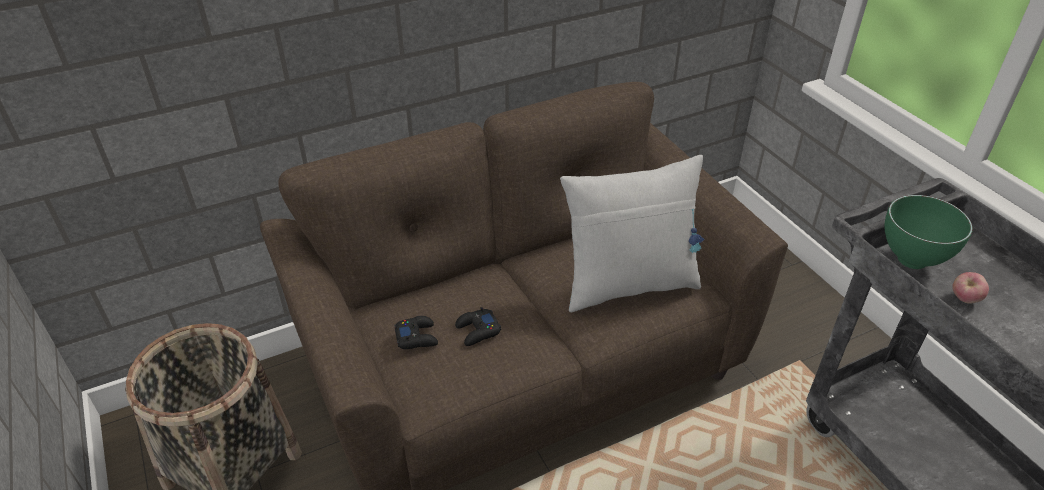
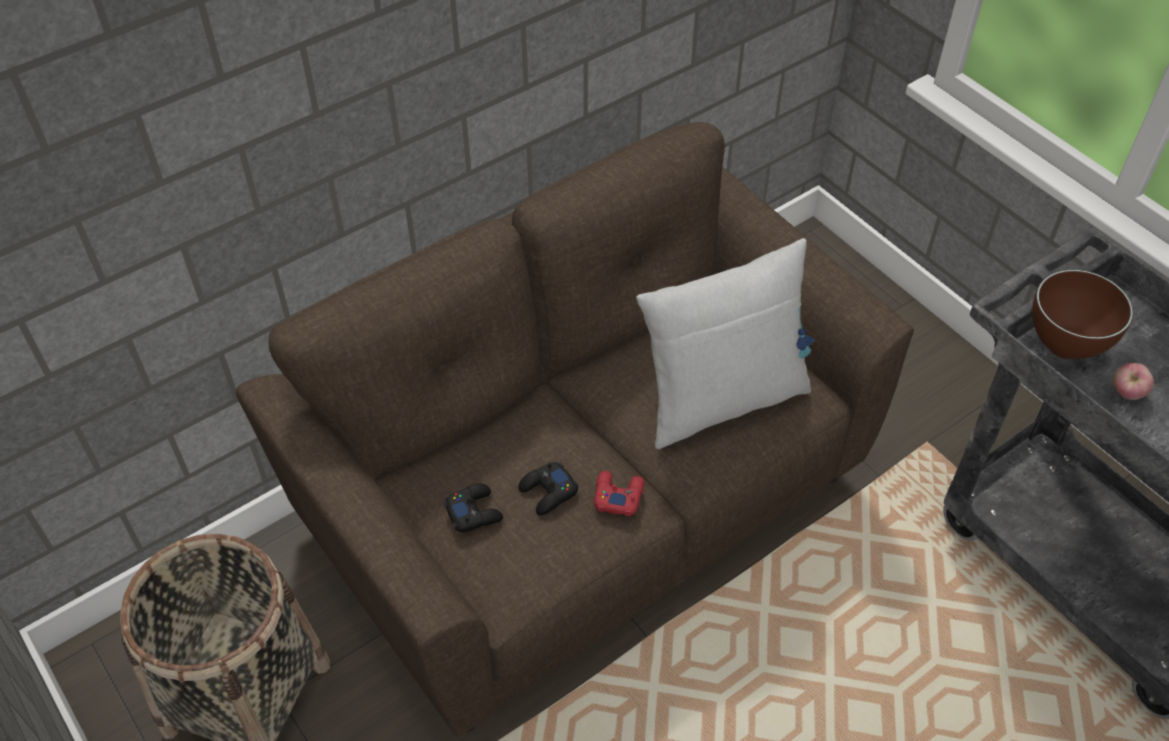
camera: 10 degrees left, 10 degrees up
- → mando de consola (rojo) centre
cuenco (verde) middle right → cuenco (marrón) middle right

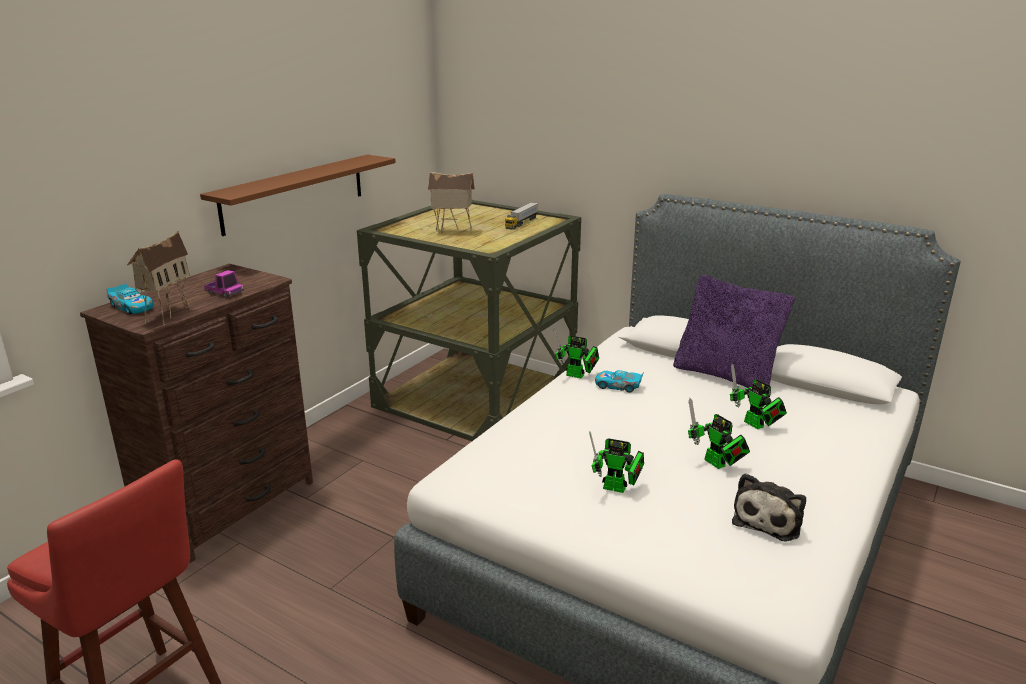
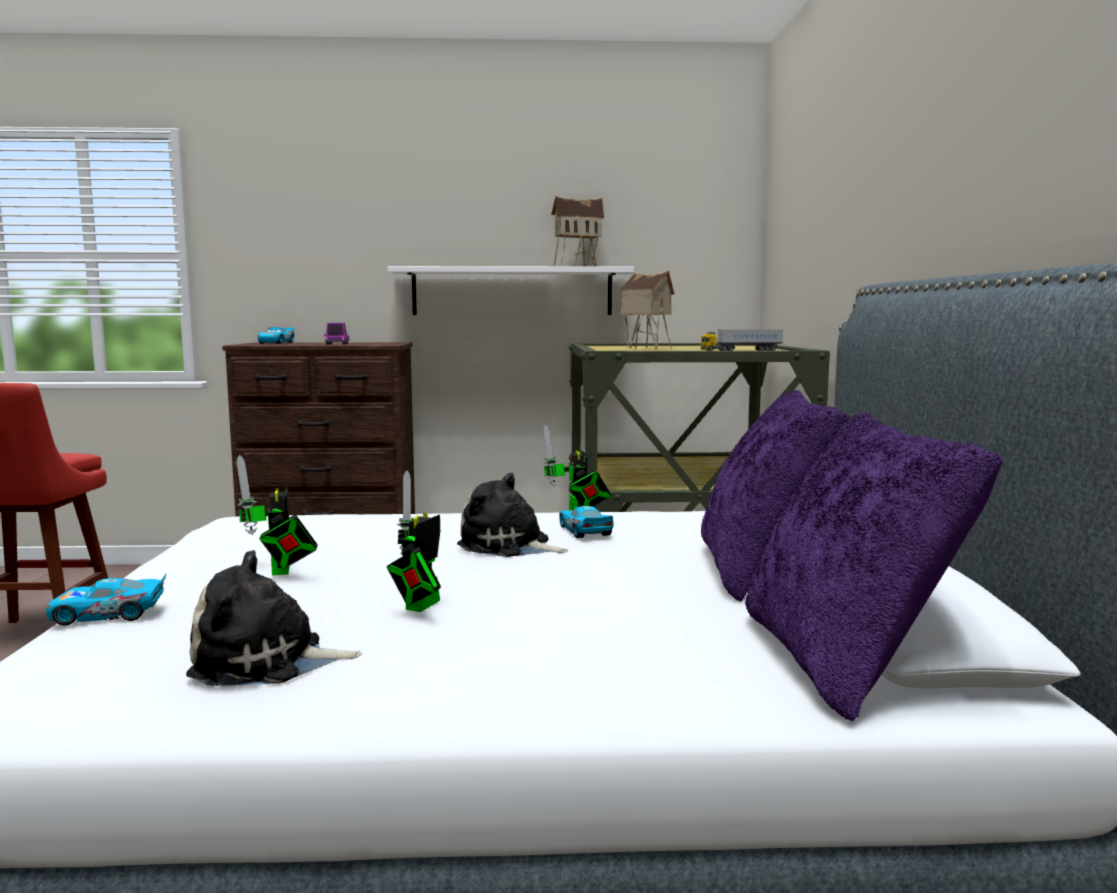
camera: 55 degrees right, 15 degrees down
- → coche de juguete (1st from left) bottom left
estante (marrón) top left → estante (blanco) top centre
- → peluche (2nd from left) centre
casita (1st from left) middle left → casita (1st from left) top centre, moved
- → cojín (morado) (2nd from left) middle right
robot de juguete (4th from left) middle right → -

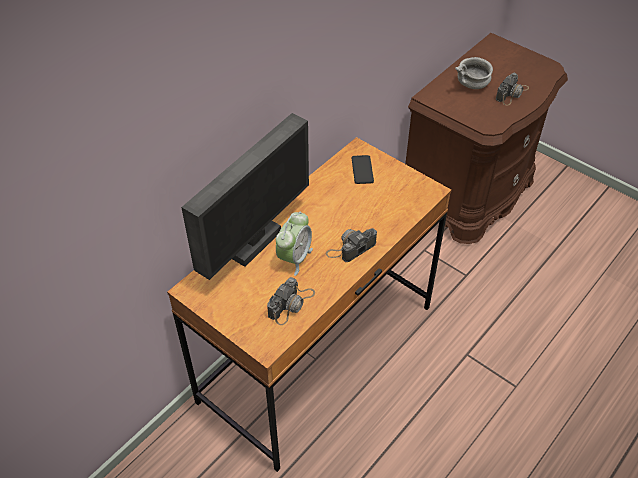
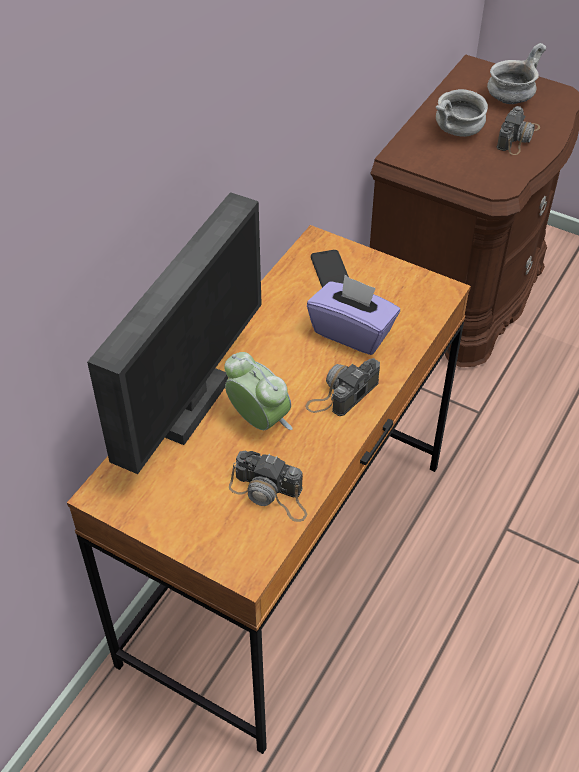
camera: 10 degrees left, 0 degrees up
despertador centre, 60 degrees counterclockwise
cámara (1st from left) centre, 90 degrees clockwise
- → caja de pañuelos (morado) centre
- → cuenco (gris) (2nd from left) top right

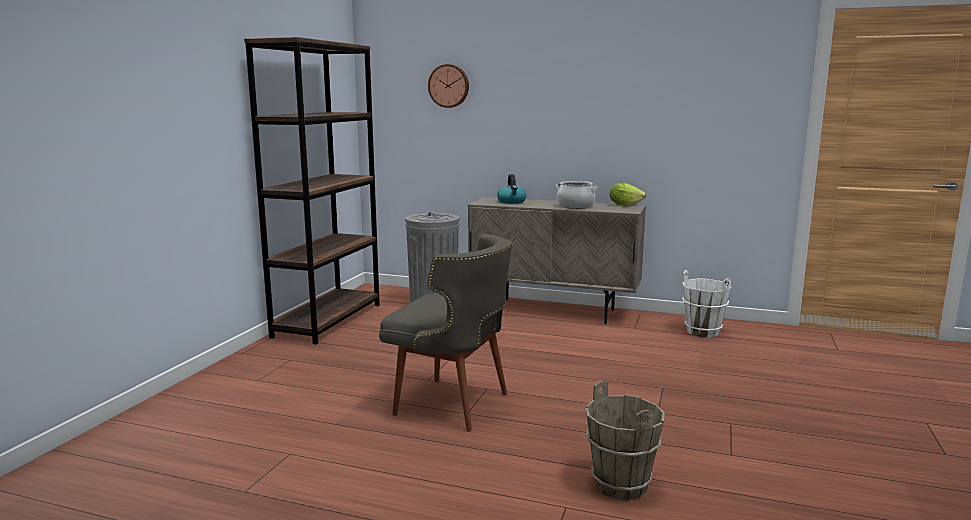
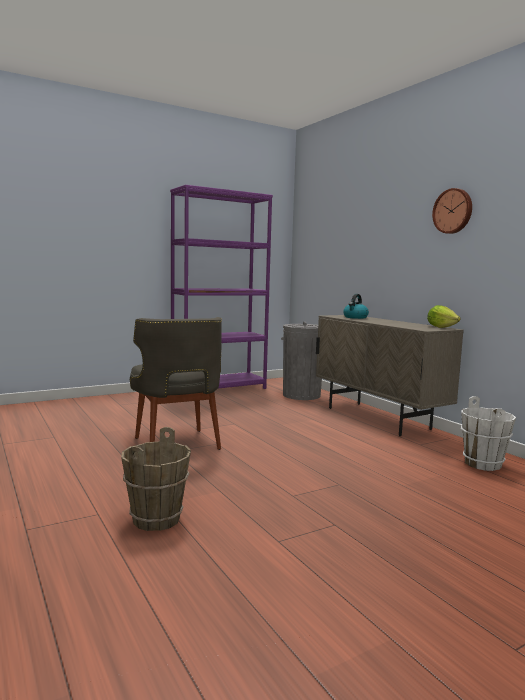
camera: 40 degrees right, 5 degrees down
estantería (marrón) middle left → estantería (morado) centre
reloj de pared top centre → reloj de pared top right, moved
olla centre → -

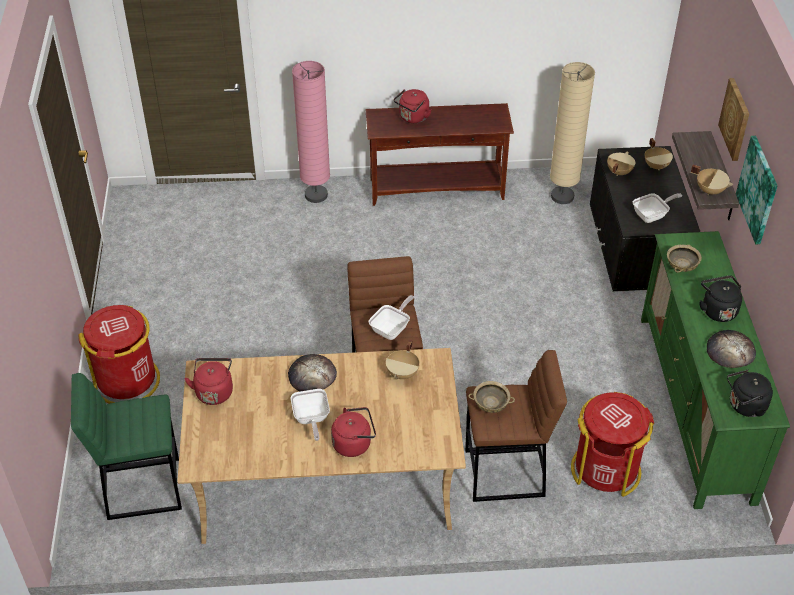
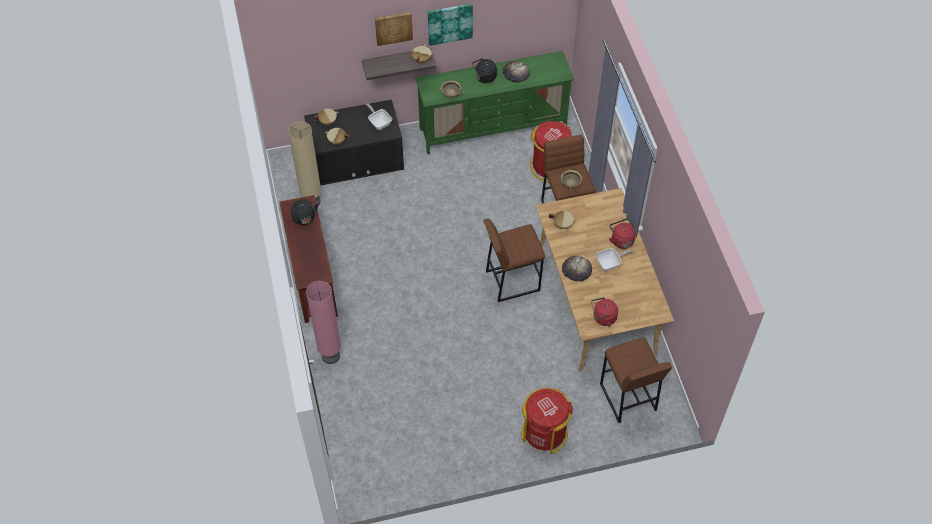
camera: 100 degrees left, 10 degrees up
hervidor (negro) (2nd from left in the first image) middle right → hervidor (negro) (1st from left) middle left, moved
taburete (verde) bottom left → taburete (marrón) (3rd from left) bottom right
sartén (2nd from left) centre → -
hervidor (rojo) (3rd from left) top centre → -

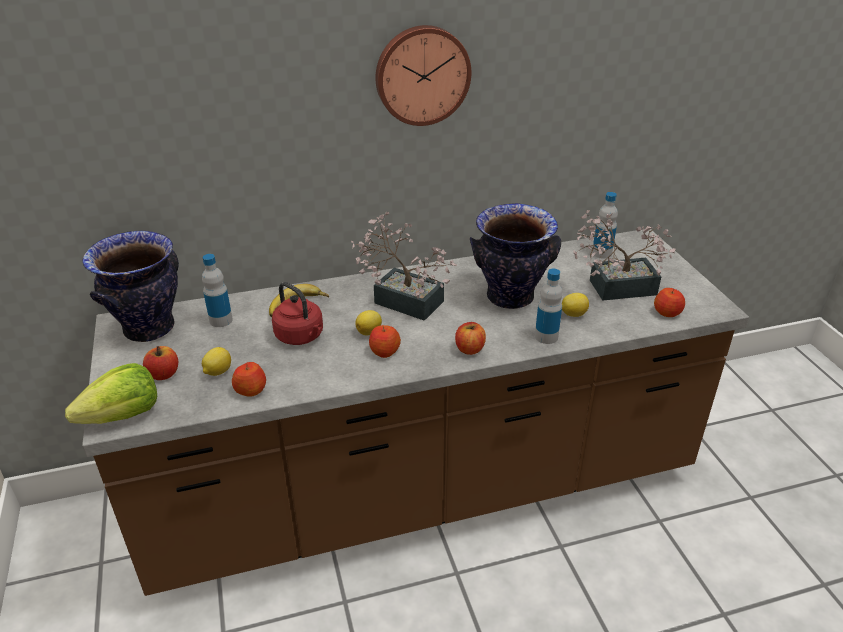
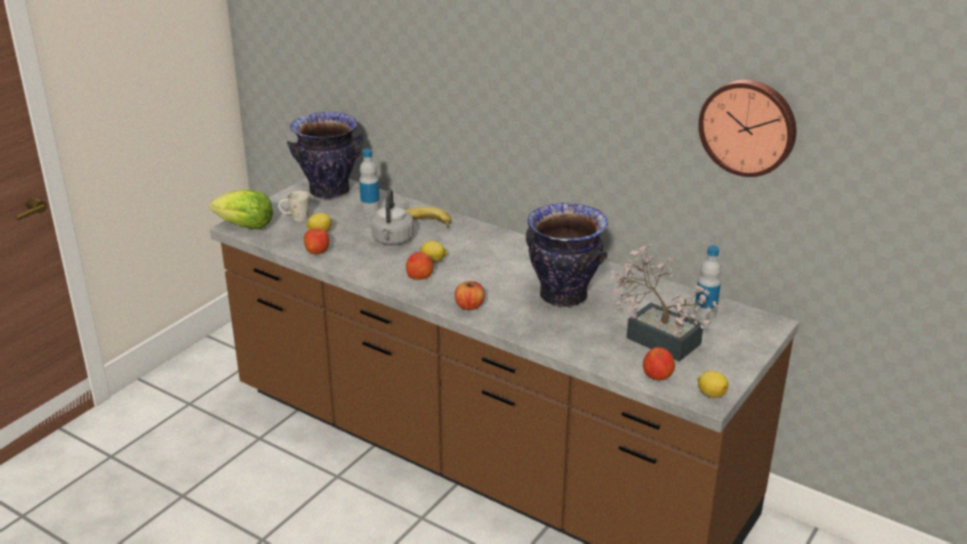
camera: 50 degrees right, 5 degrees down
manzana (1st from left) middle left → taza grande (blanco) middle left
hervidor (rojo) centre → hervidor (gris) centre
limón (3rd from left) middle right → limón (3rd from left) bottom right, moved
reloj de pared top centre → reloj de pared top right, moved
planta en maceta (1st from left) centre → -
botella (2nd from left) centre → -

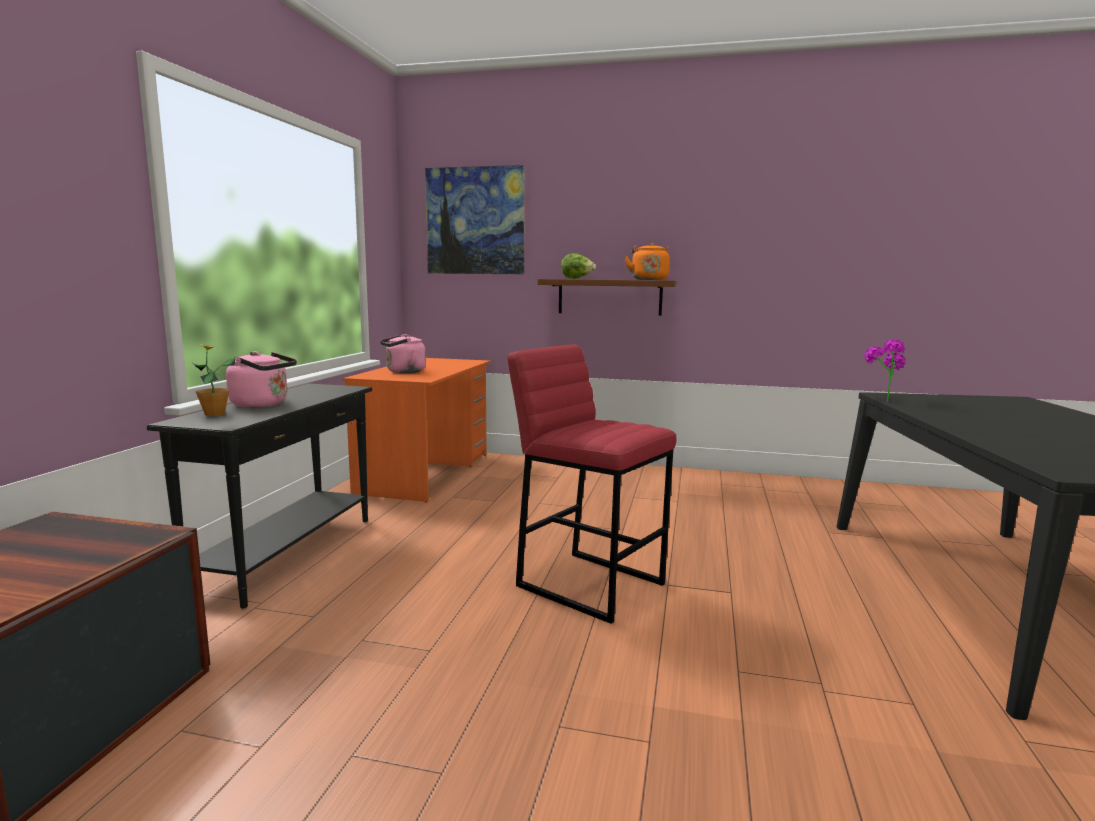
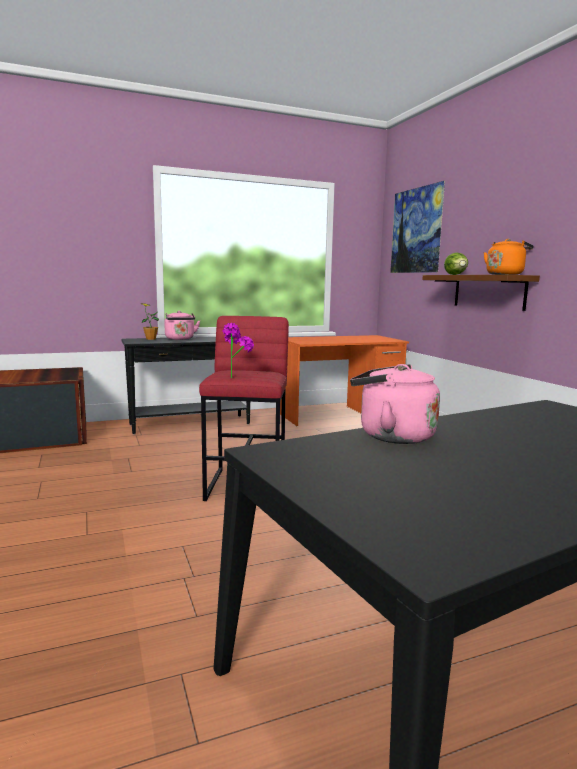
camera: 55 degrees right, 0 degrees up
planta en maceta (2nd from left) middle right → planta en maceta (2nd from left) centre, moved
hervidor (rosa) (2nd from left) centre → hervidor (rosa) (2nd from left) middle right, moved

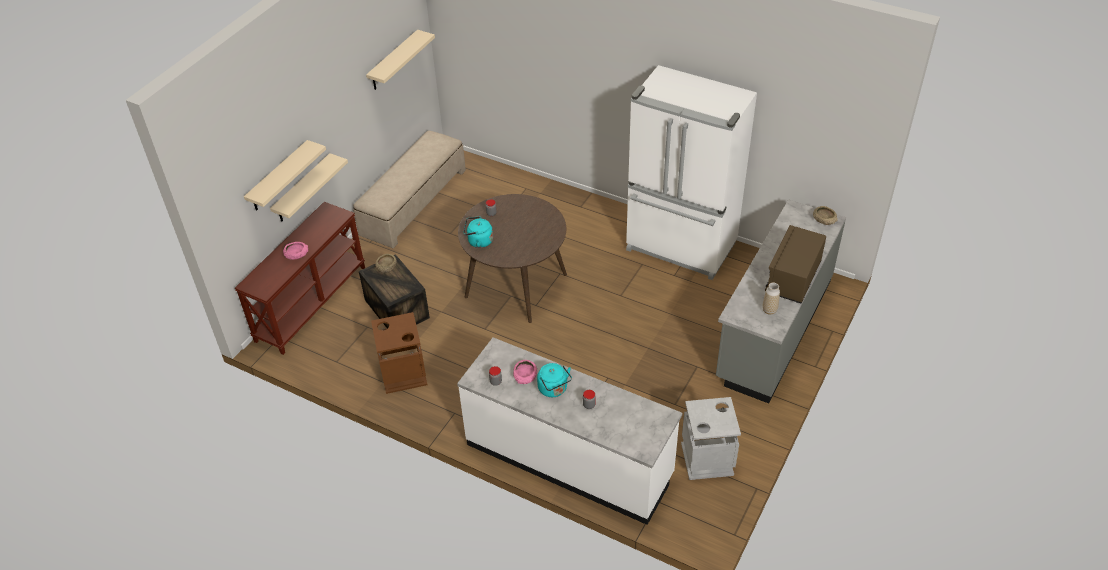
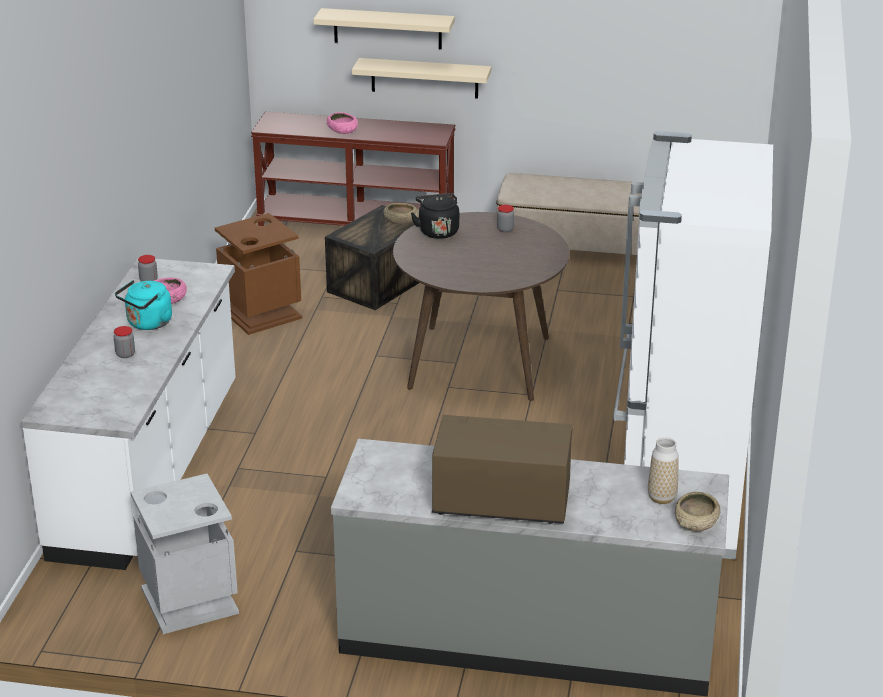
camera: 70 degrees right, 15 degrees down
hervidor (turquesa) (1st from left) centre → hervidor (negro) top centre
florero middle right → florero bottom right, moved
estante (beis) (3rd from left) top centre → -

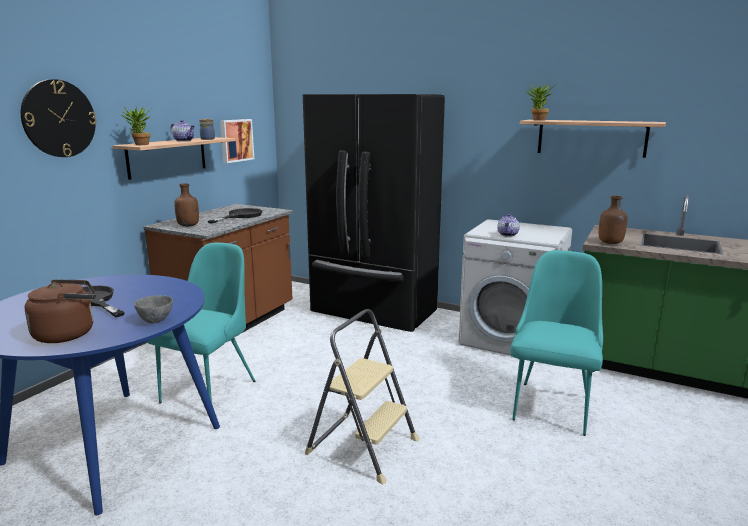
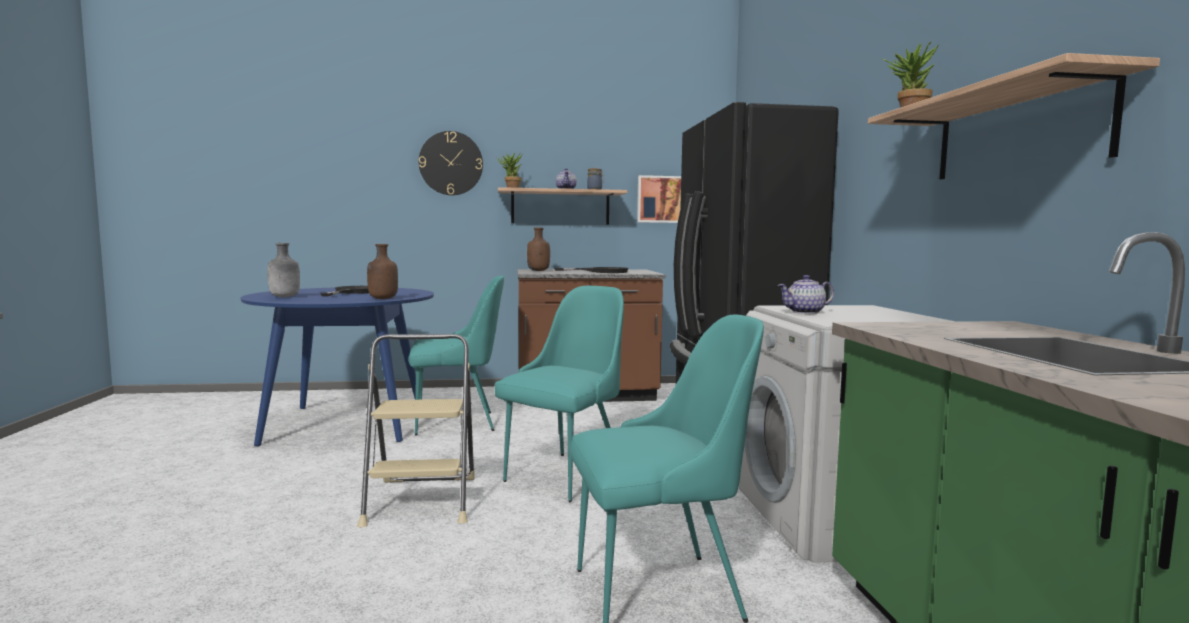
camera: 55 degrees right, 10 degrees down
hervidor (marrón) middle left → botella (gris) middle left
botella (marrón) (2nd from left in the first image) middle right → botella (marrón) (1st from left) middle left, moved
- → silla (turquesa) (2nd from left) centre
cuenco (gris) middle left → -

